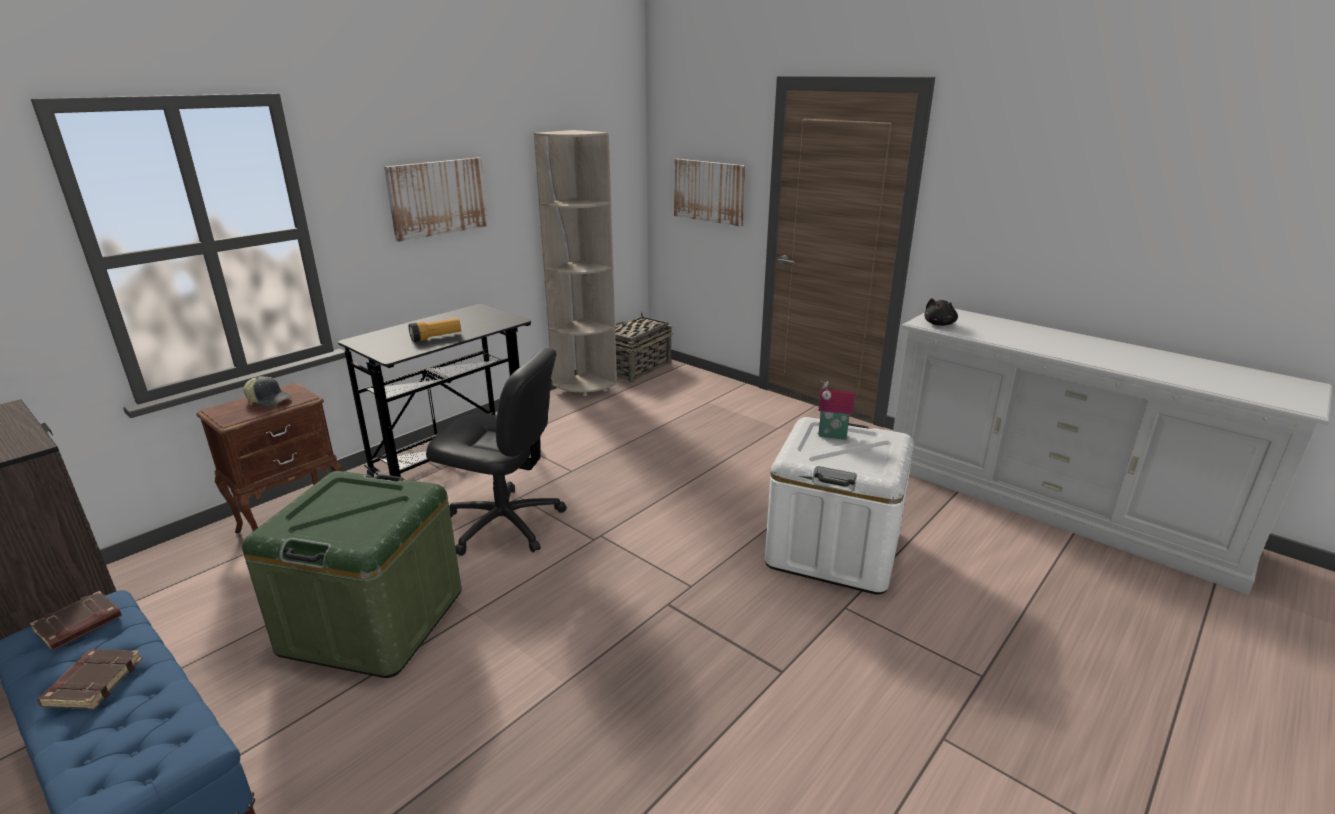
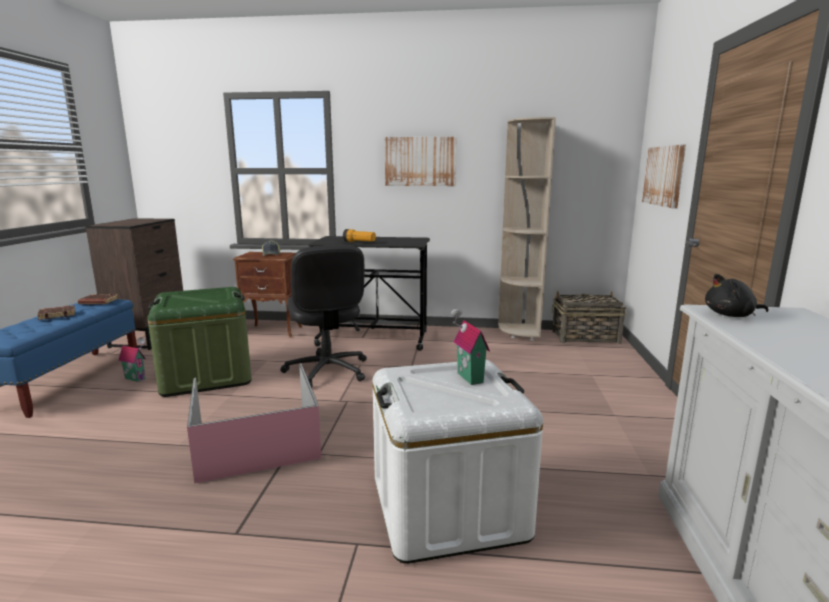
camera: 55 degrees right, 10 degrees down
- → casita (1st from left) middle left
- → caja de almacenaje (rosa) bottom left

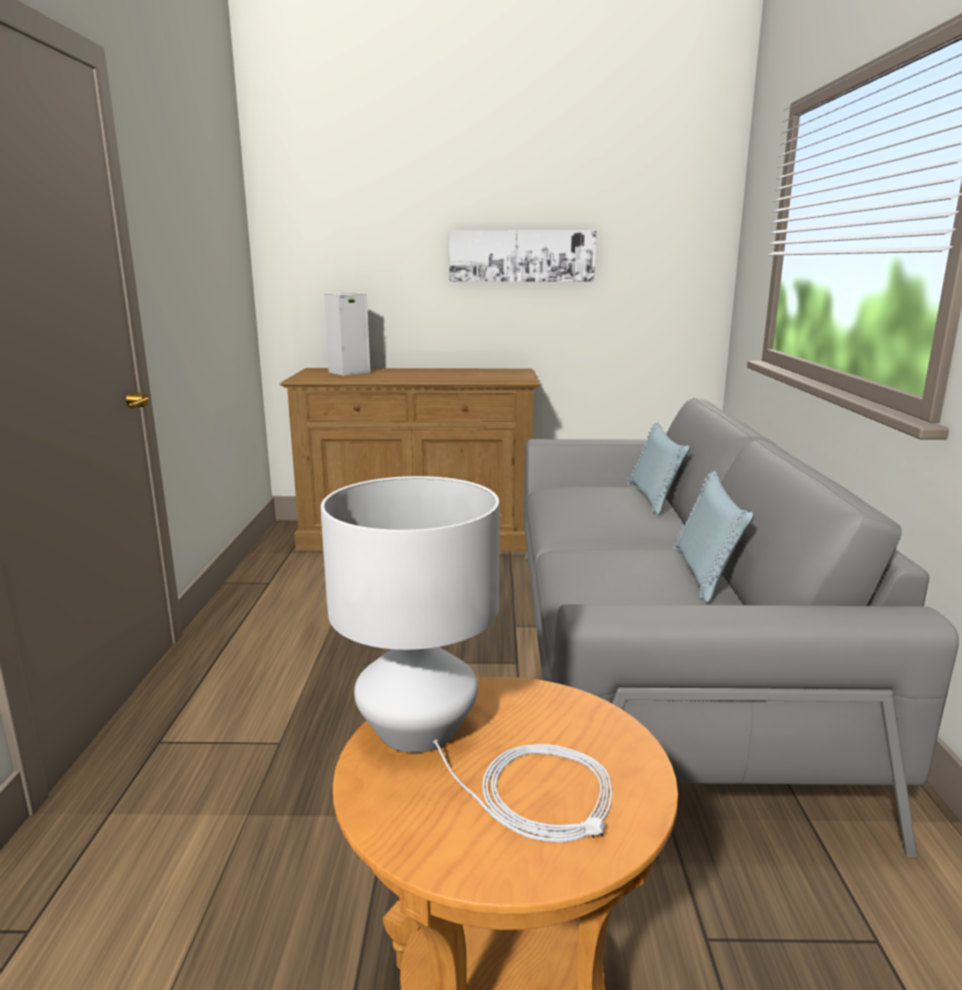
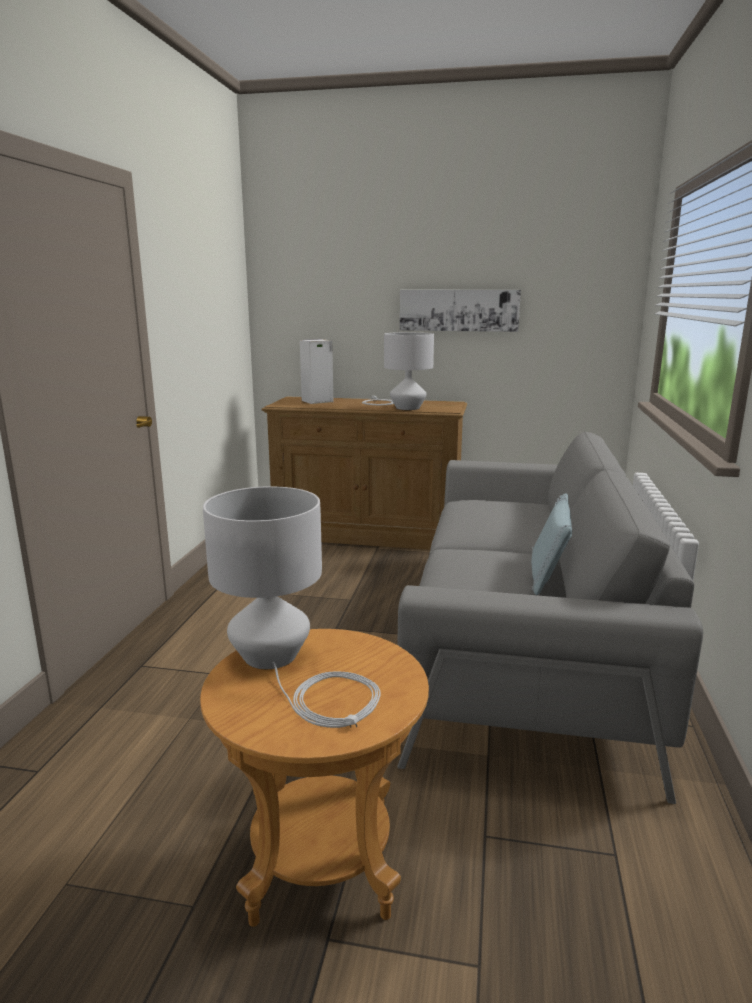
camera: 10 degrees right, 0 degrees up
- → lámpara de mesa (gris) (2nd from left) centre
cojín (azul) (1st from left) middle right → -

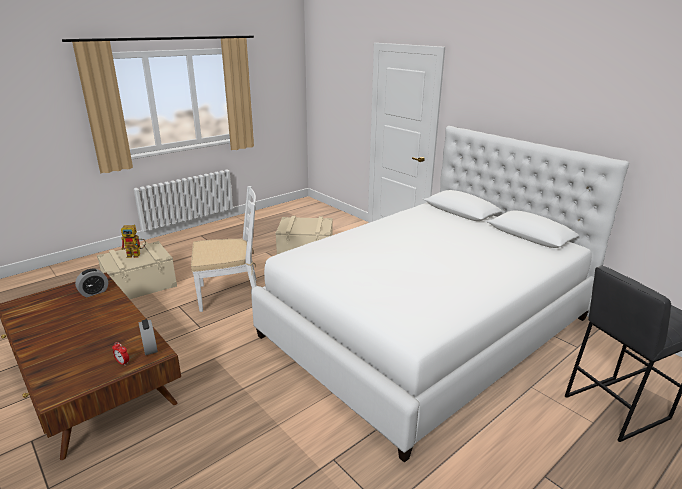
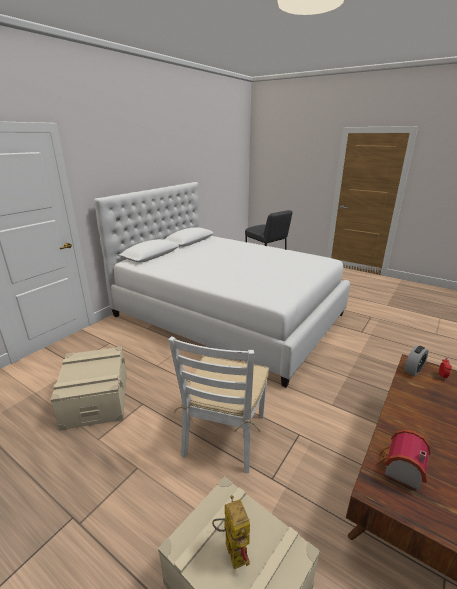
camera: 105 degrees left, 0 degrees up
silla (blanco) middle left → silla (blanco) bottom centre, 135 degrees counterclockwise
despertador (1st from left) middle left → casita bottom right

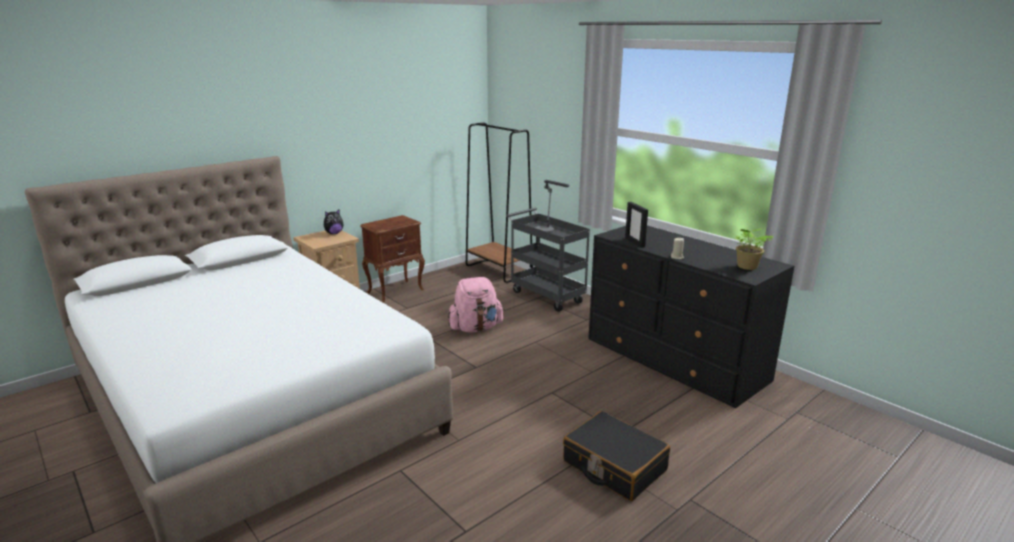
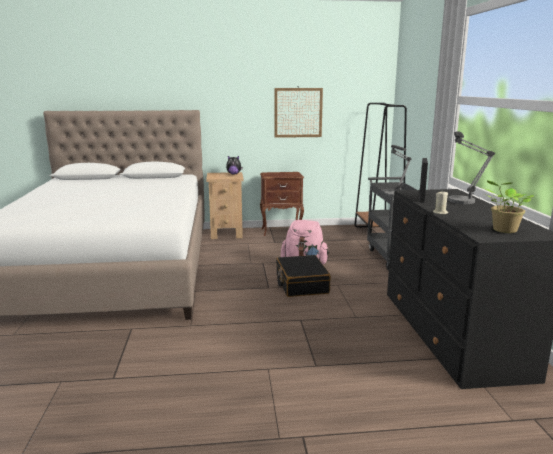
camera: 35 degrees right, 5 degrees down
- → cuadro top centre
maleta (negro) bottom centre → maleta (negro) centre, moved
- → lámpara de mesa (2nd from left) middle right

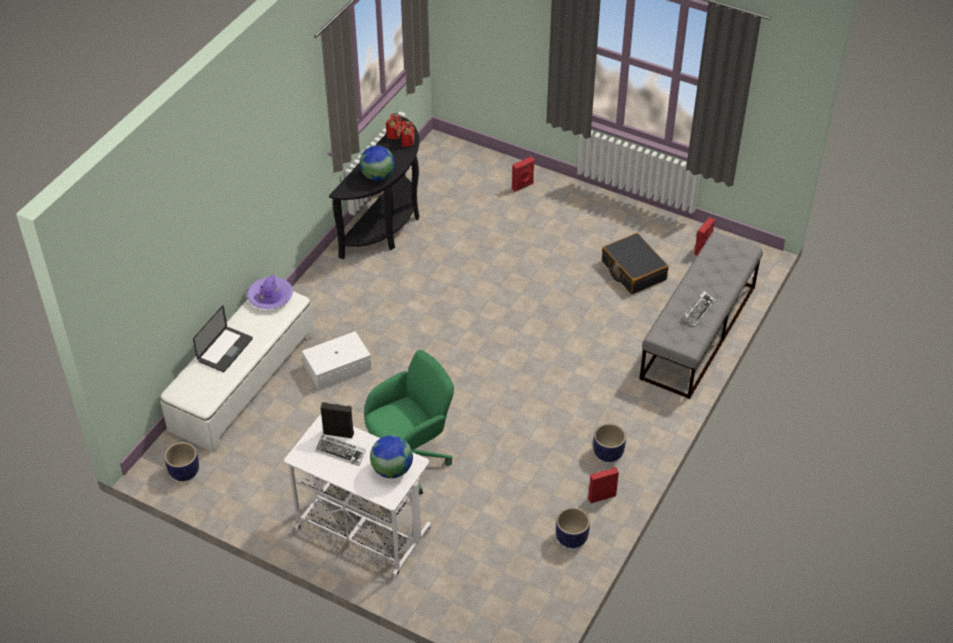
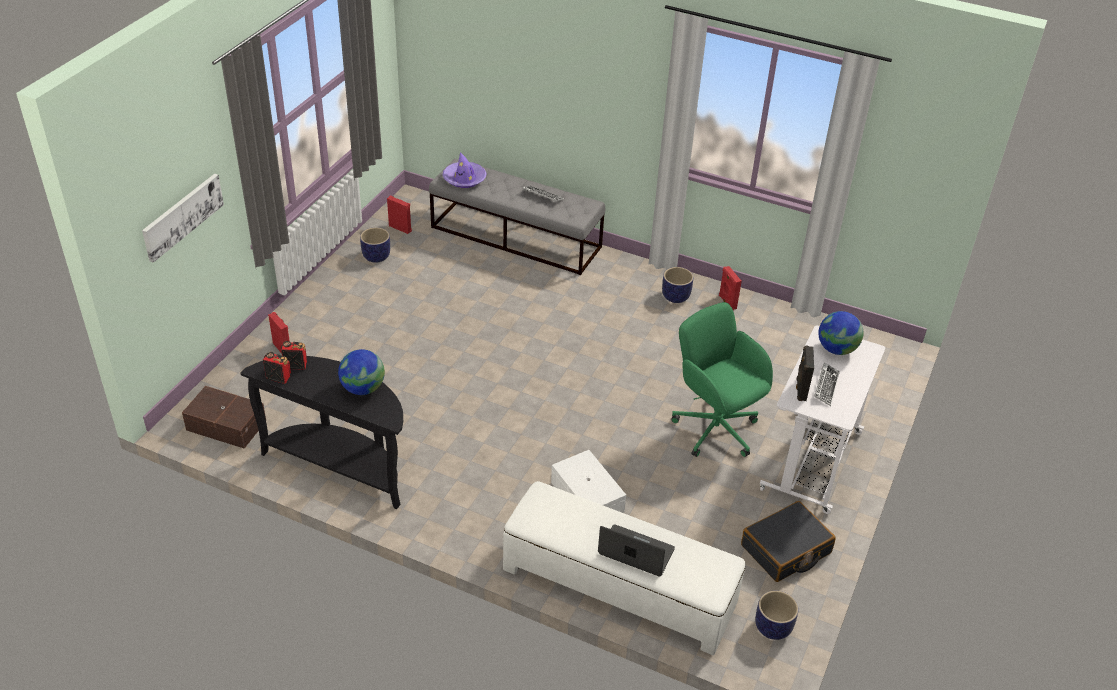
camera: 95 degrees left, 5 degrees down
- → cuadro top left
- → caja de almacenaje (marrón) middle left
maceta (2nd from left in the first image) bottom centre → maceta (1st from left) centre, moved
sombrero (morado) middle left → sombrero (morado) top centre, moved
maleta (negro) centre → maleta (negro) bottom right, moved

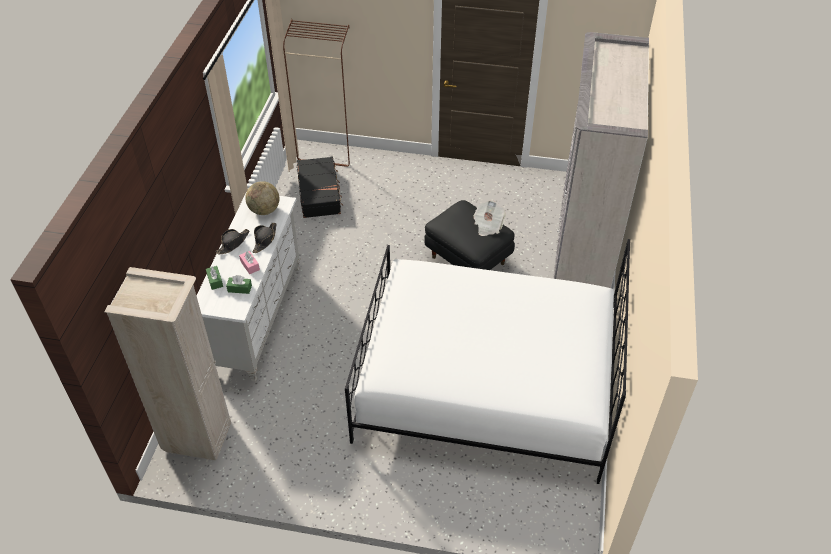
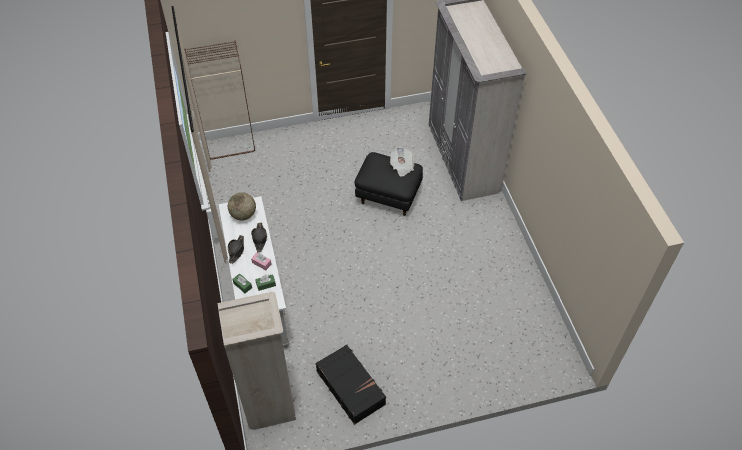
camera: 25 degrees left, 5 degrees up
maleta (negro) centre → maleta (negro) bottom centre, moved
cama (blanco) centre → -

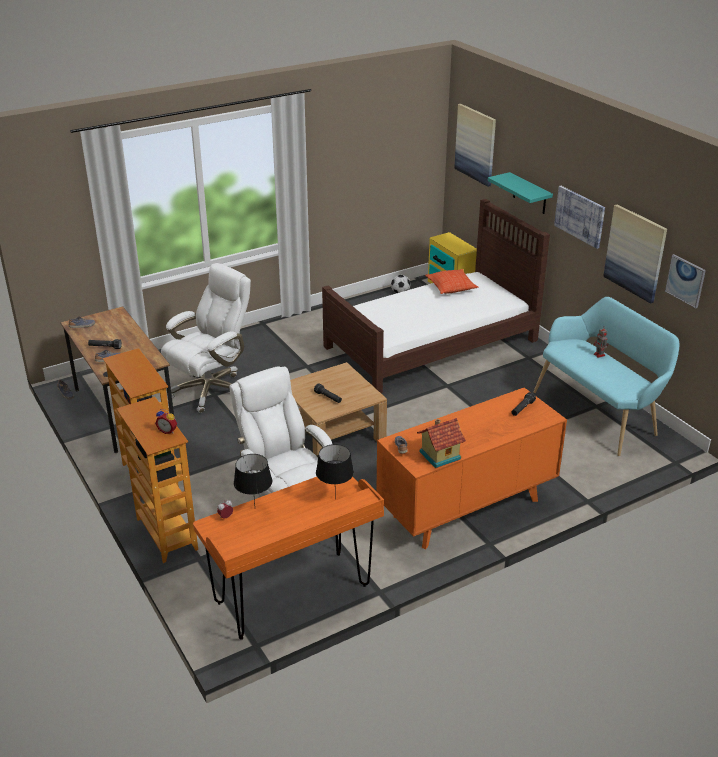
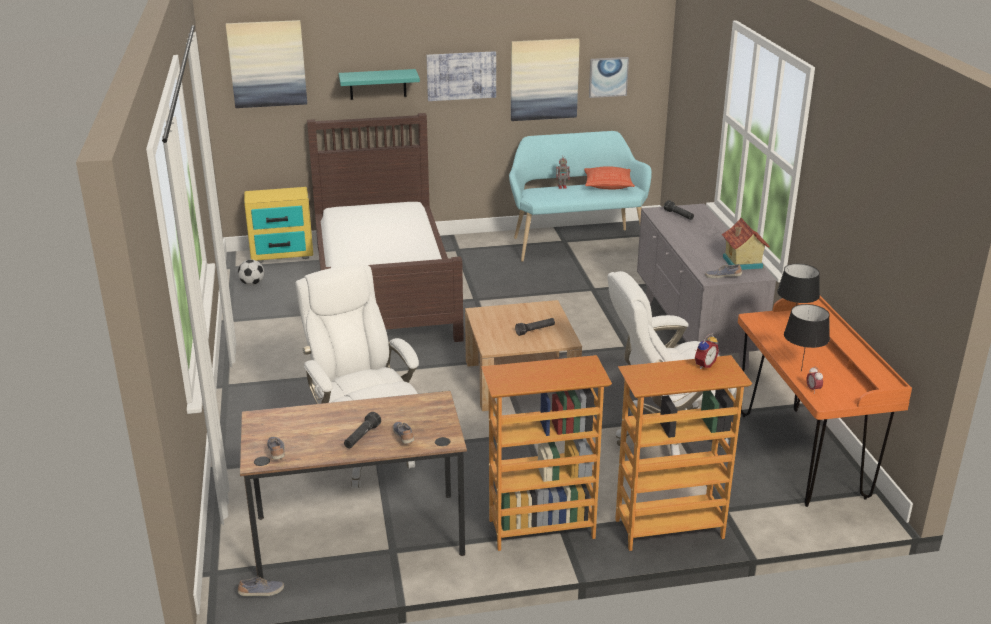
camera: 70 degrees left, 5 degrees down
cojín (naranja) centre → cojín (naranja) top centre, moved
cómoda (naranja) centre → cómoda (gris) middle right

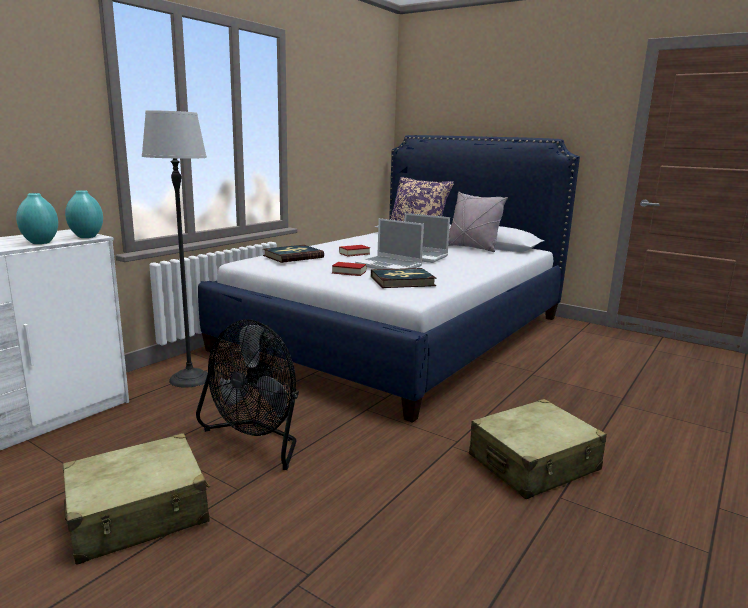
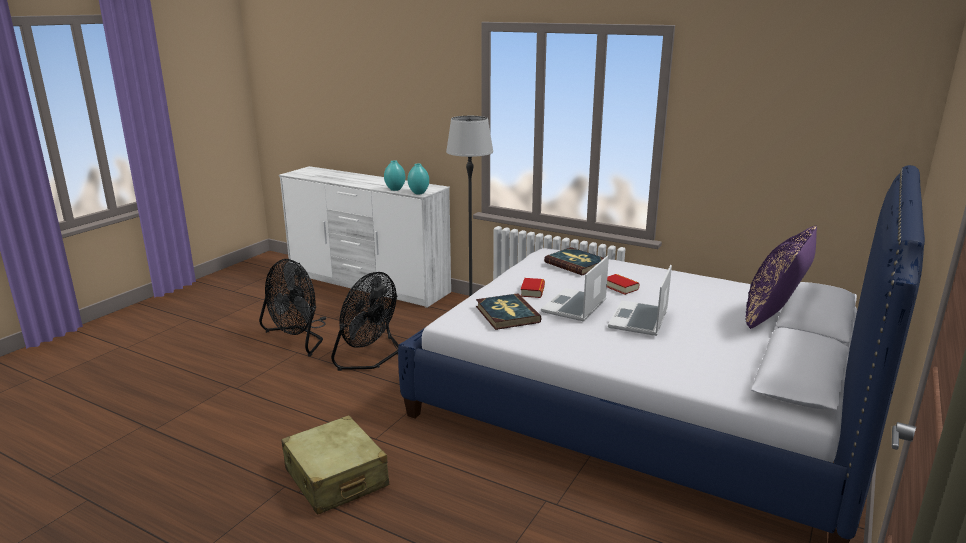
camera: 85 degrees right, 5 degrees up
maleta (beis) (1st from left) bottom left → ventilador (negro) (1st from left) middle left
cojín (morado) (2nd from left) centre → -

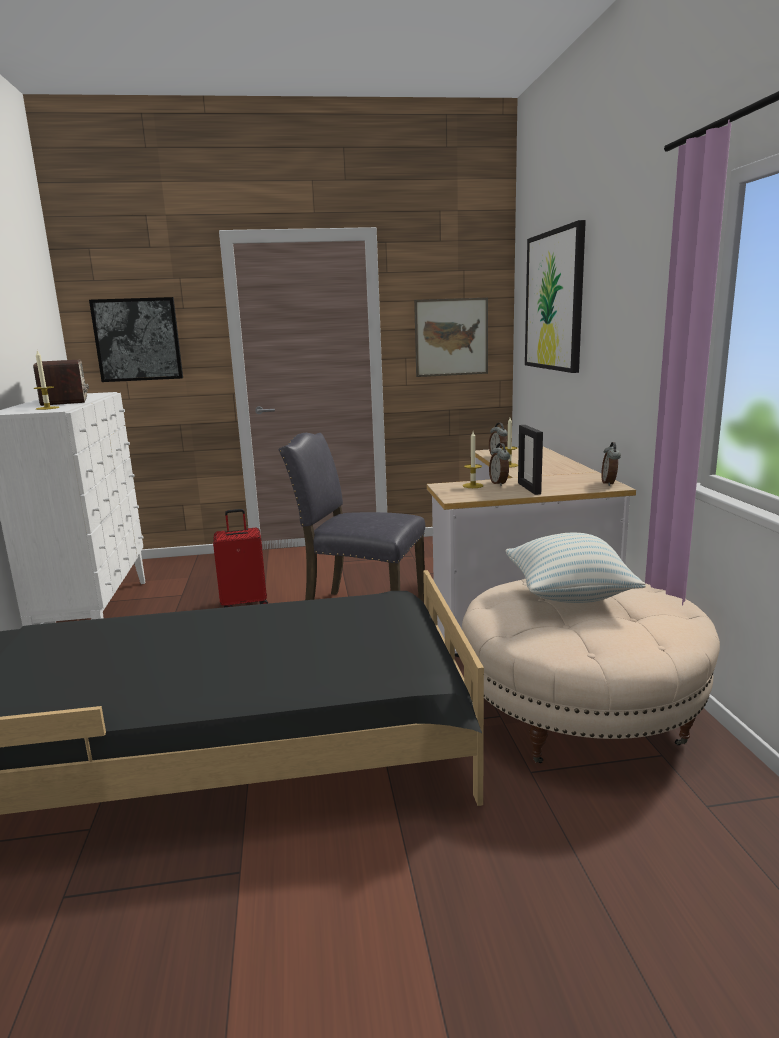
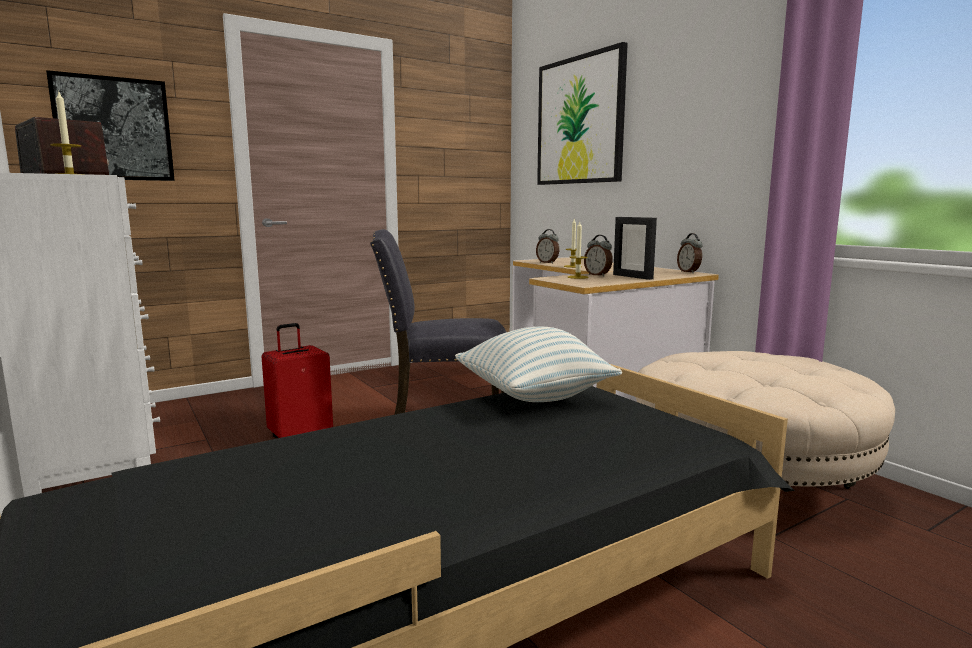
camera: 25 degrees left, 5 degrees down
cojín middle right → cojín centre, moved
cuadro (2nd from left) top centre → -

